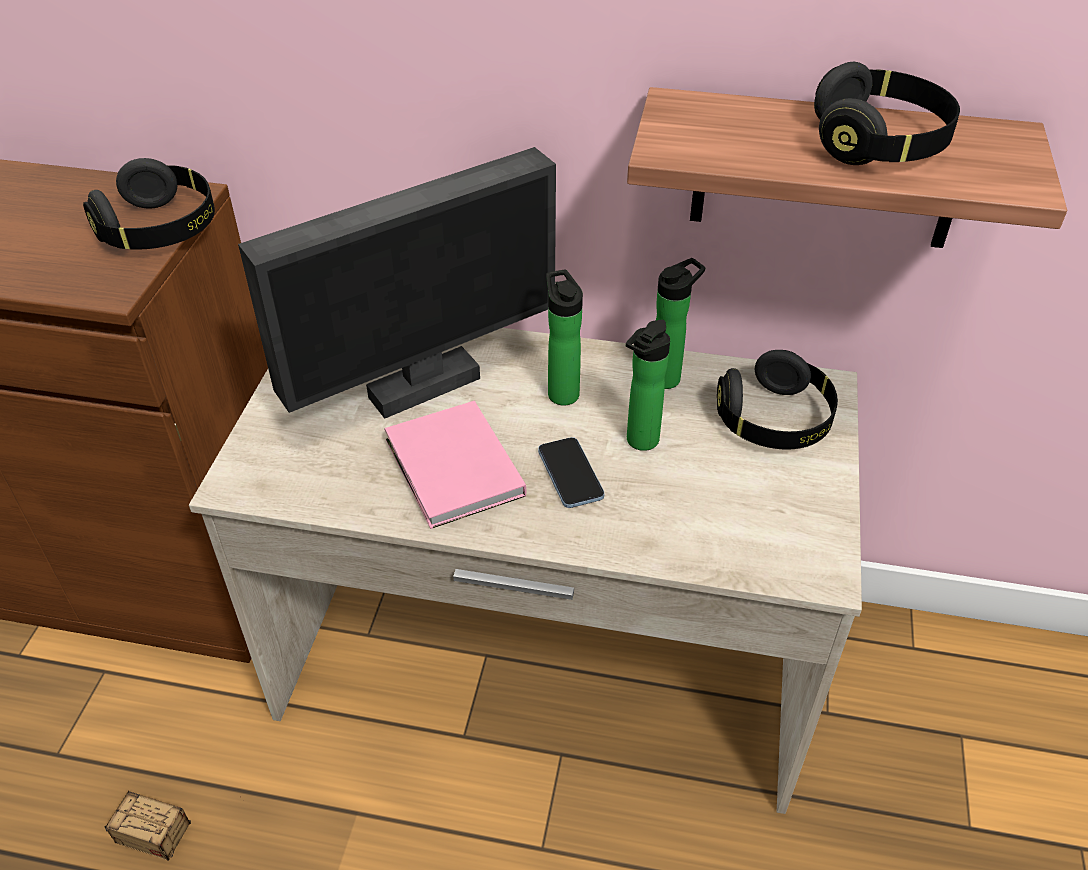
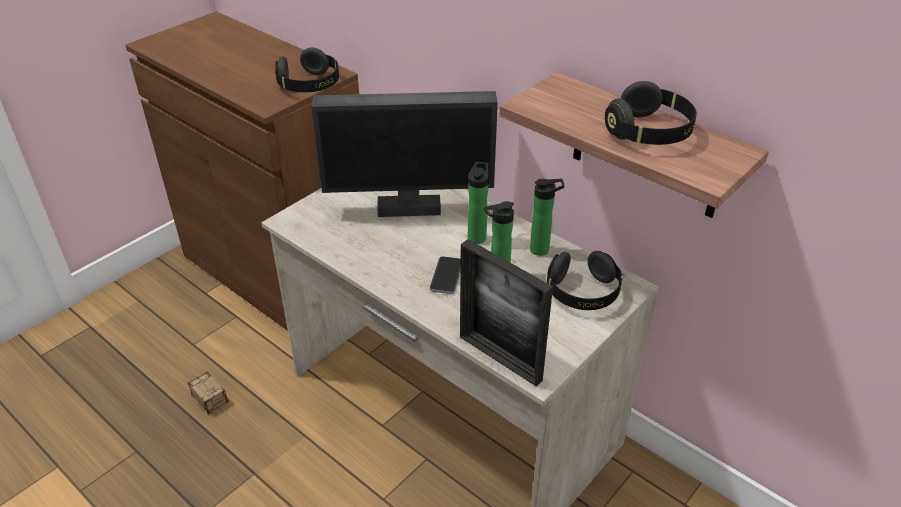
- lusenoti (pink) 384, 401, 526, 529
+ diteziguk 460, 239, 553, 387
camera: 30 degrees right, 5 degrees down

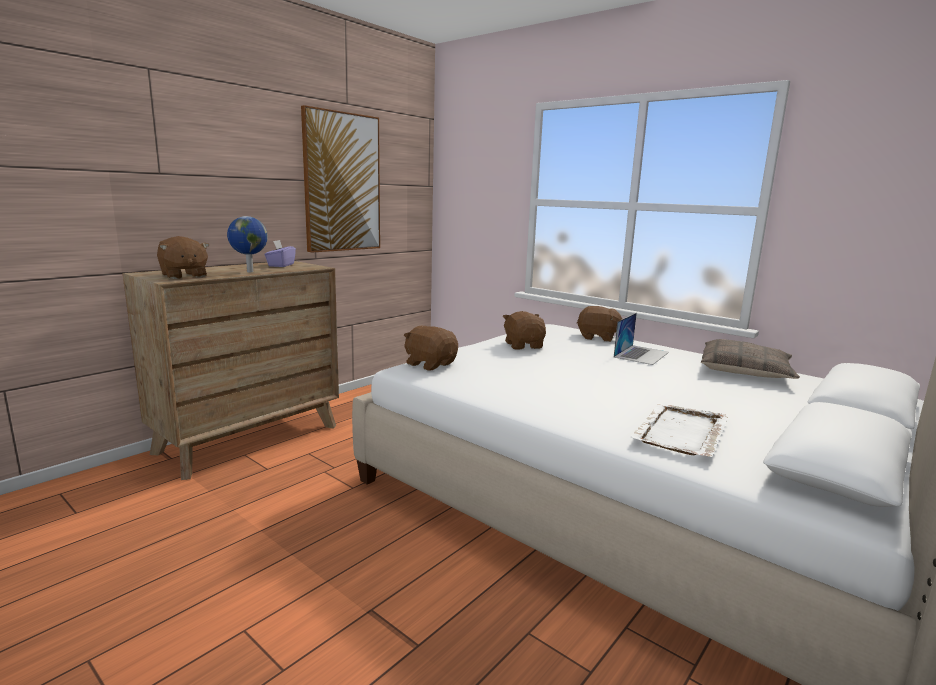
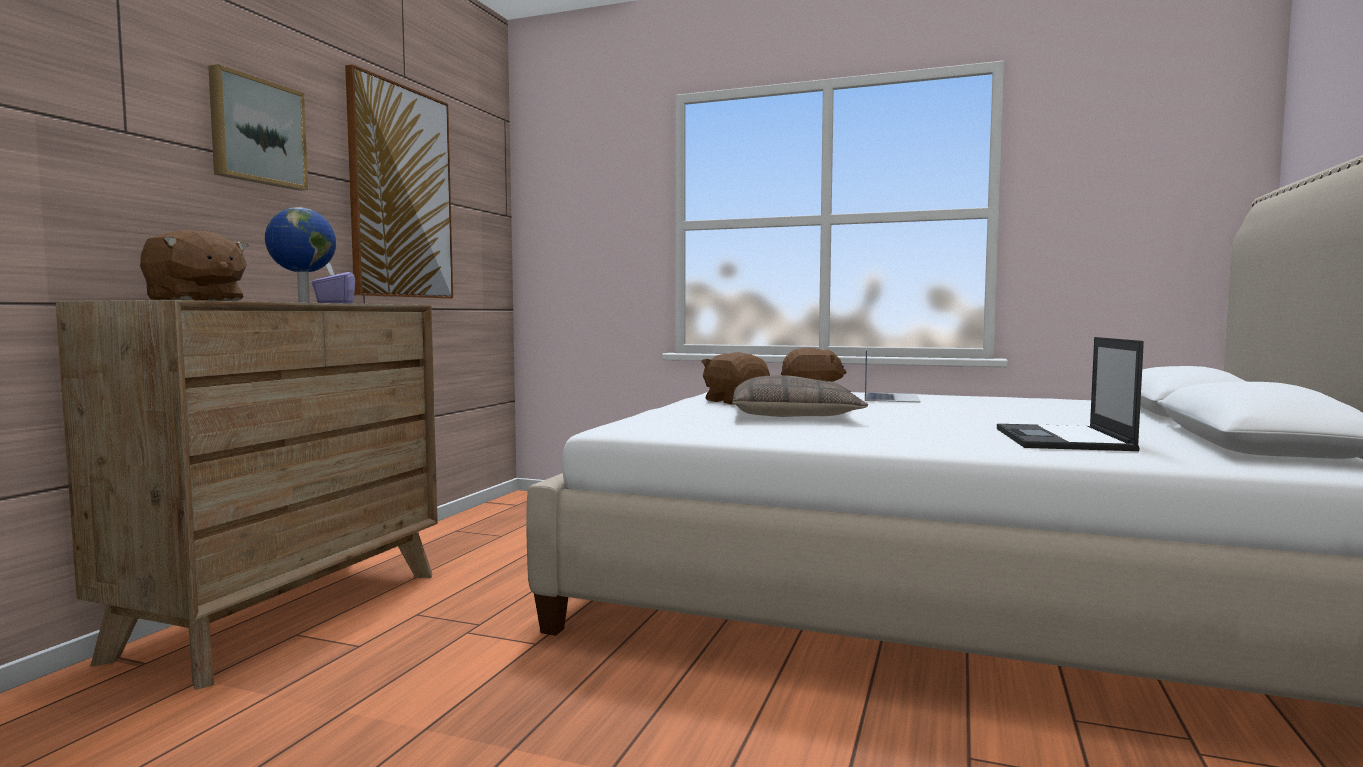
- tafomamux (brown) 404, 326, 458, 371
+ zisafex 208, 64, 308, 191
~ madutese 701, 339, 800, 379 to 732, 375, 868, 417
~ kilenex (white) 630, 403, 729, 457 to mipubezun 997, 337, 1144, 451
camera: 20 degrees left, 10 degrees down

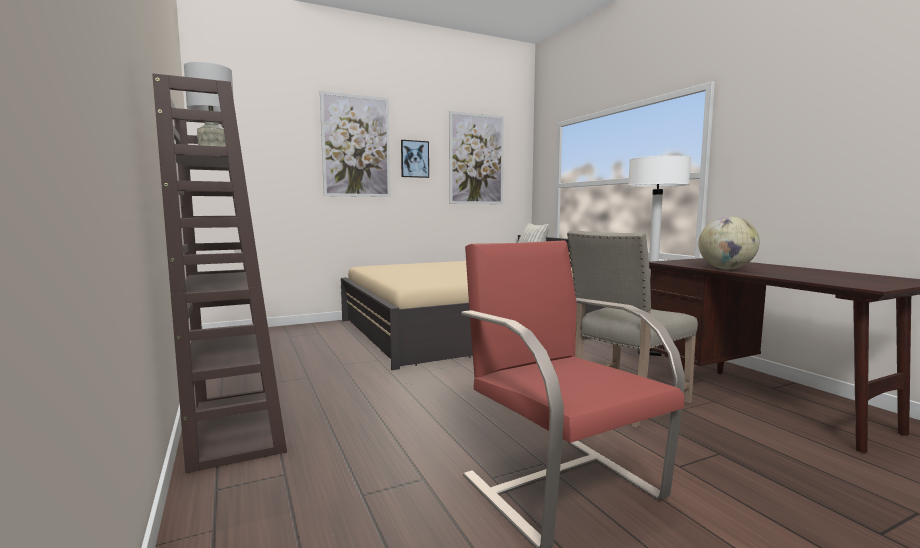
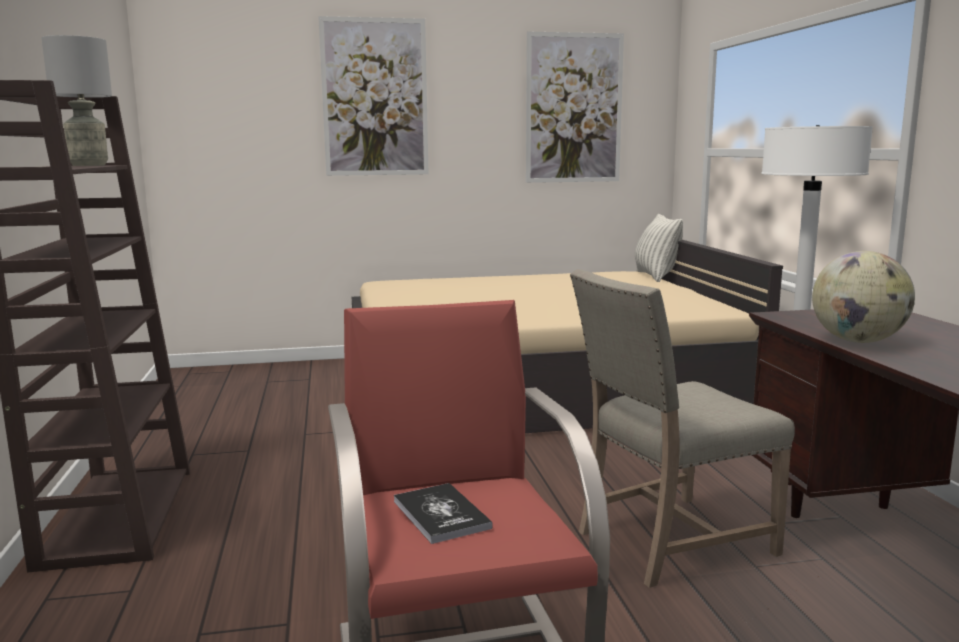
- zisafex 401, 140, 429, 178
+ lusenoti 394, 483, 493, 544
camera: 15 degrees right, 5 degrees up

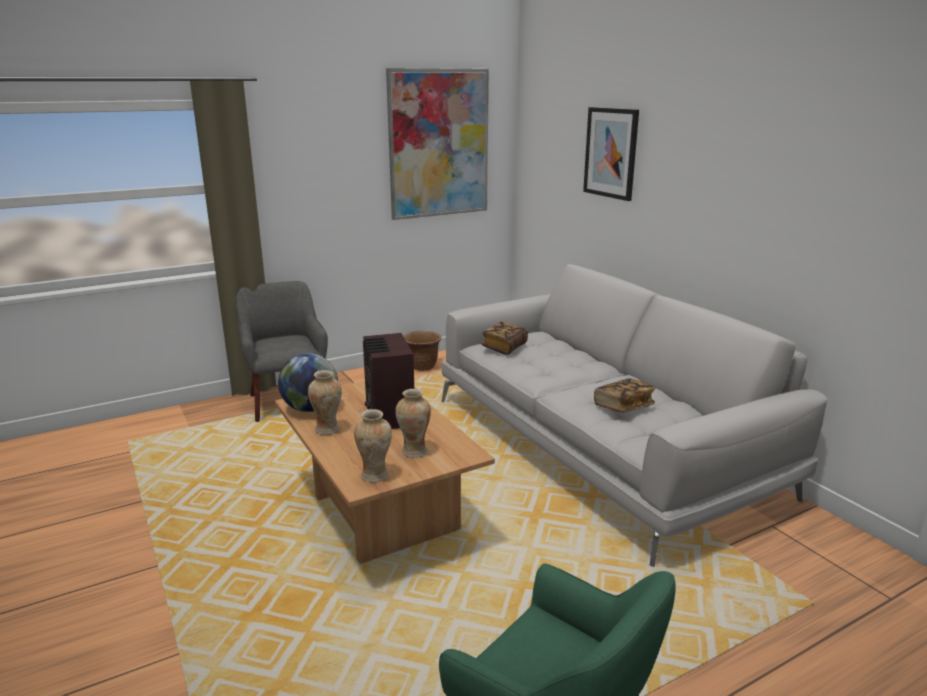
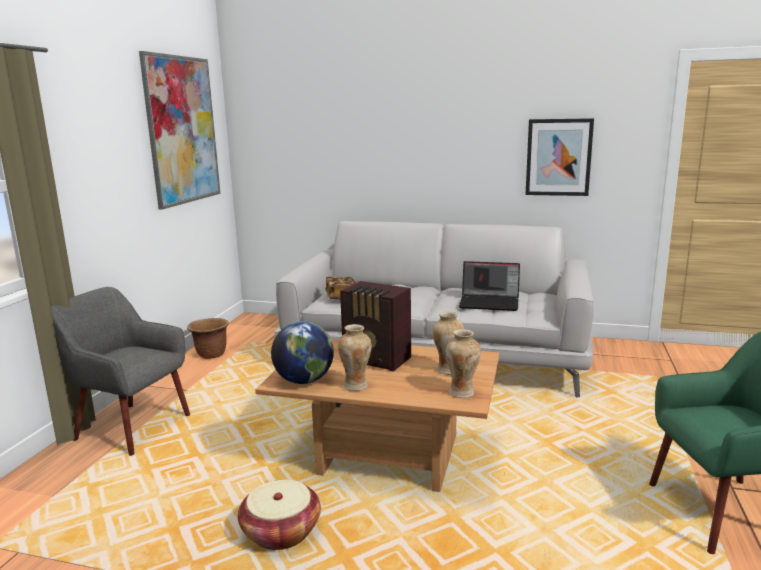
+ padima 238, 480, 321, 550
~ zisafex 583, 107, 639, 201 to 525, 118, 594, 196
~ lusenoti 594, 378, 656, 413 to mipubezun 459, 261, 520, 311
camera: 45 degrees left, 5 degrees down

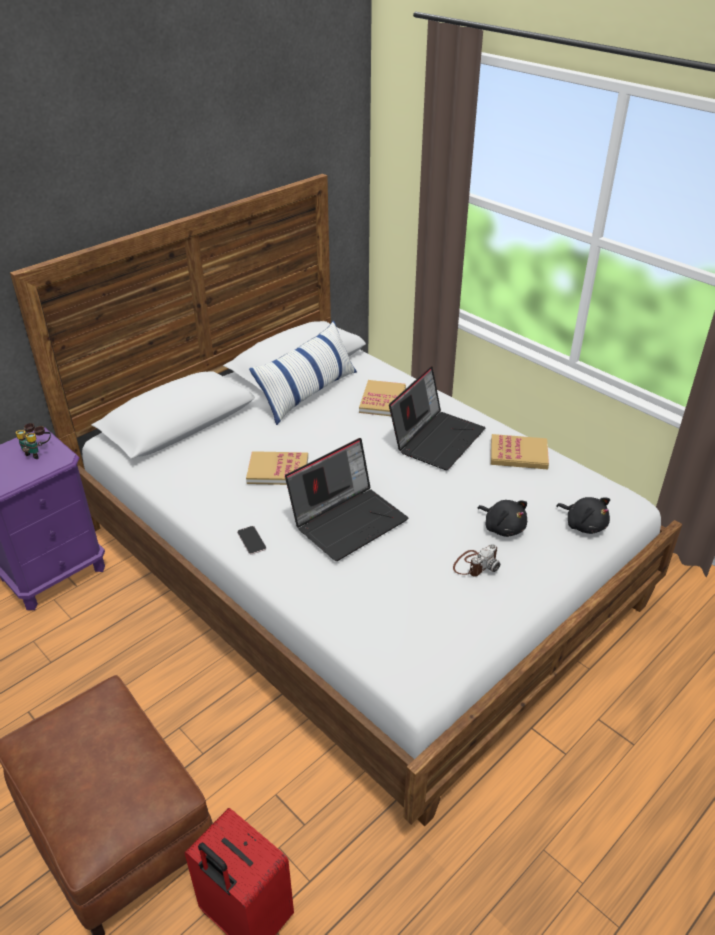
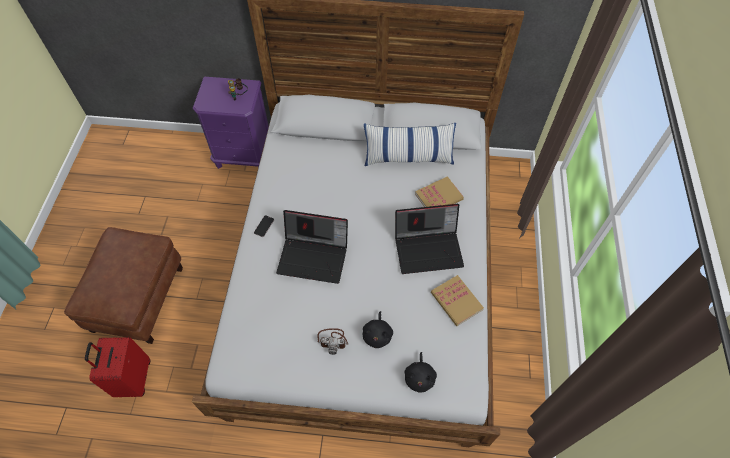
- lusenoti 246, 451, 308, 485
camera: 50 degrees right, 20 degrees up

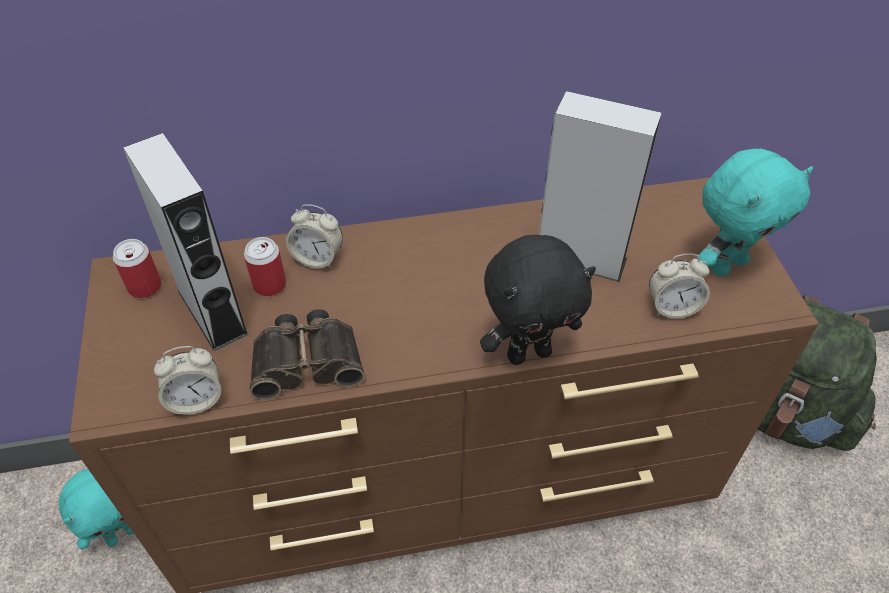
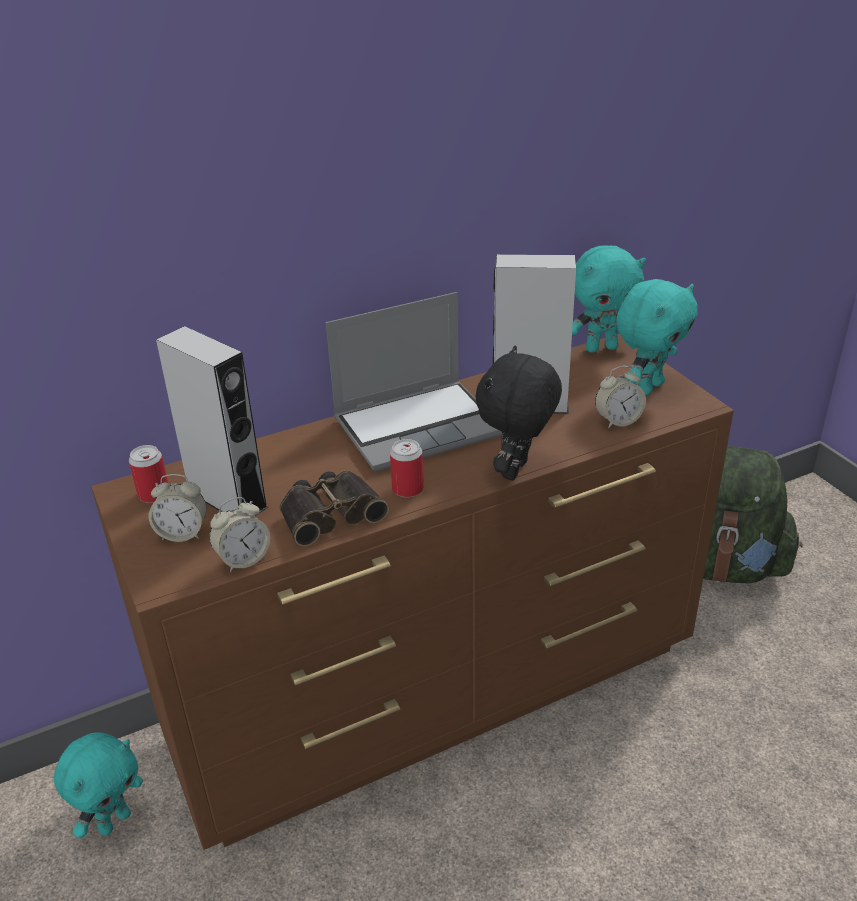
+ mipubezun 326, 292, 502, 472
+ tafomamux (turquoise) 572, 245, 646, 353
~ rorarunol 244, 237, 286, 296 to 390, 439, 424, 498
~ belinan 286, 204, 343, 269 to 148, 474, 207, 542
~ tafomamux (black) 480, 235, 596, 365 = 475, 346, 562, 480 150 degrees clockwise
camera: 15 degrees left, 15 degrees down

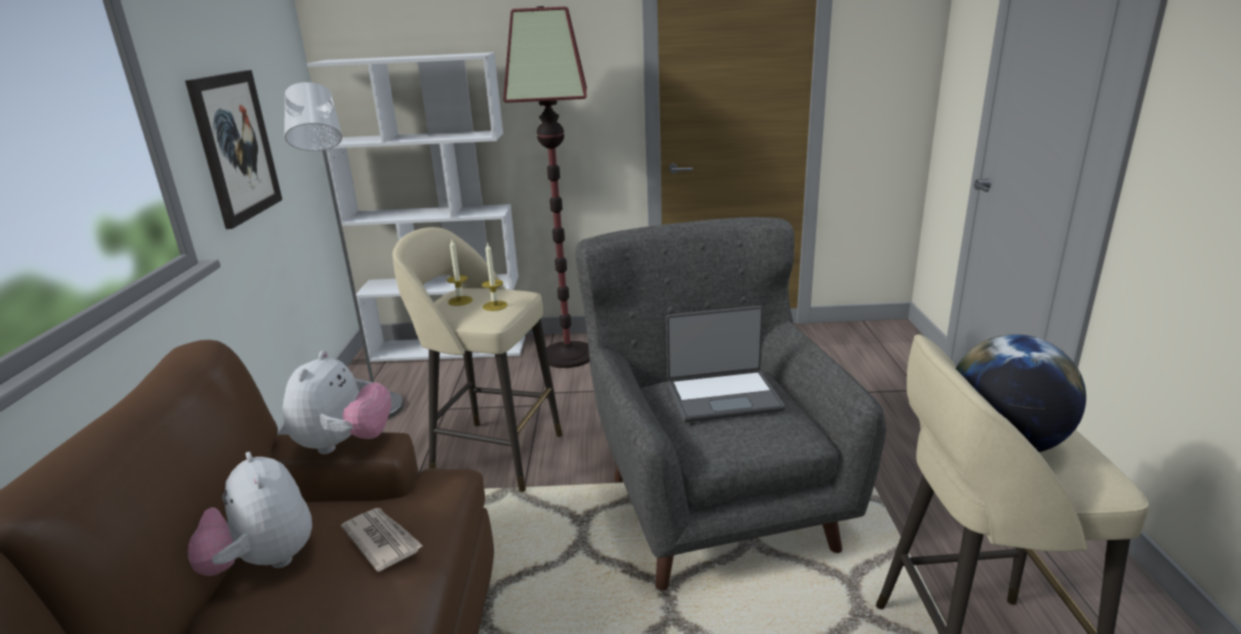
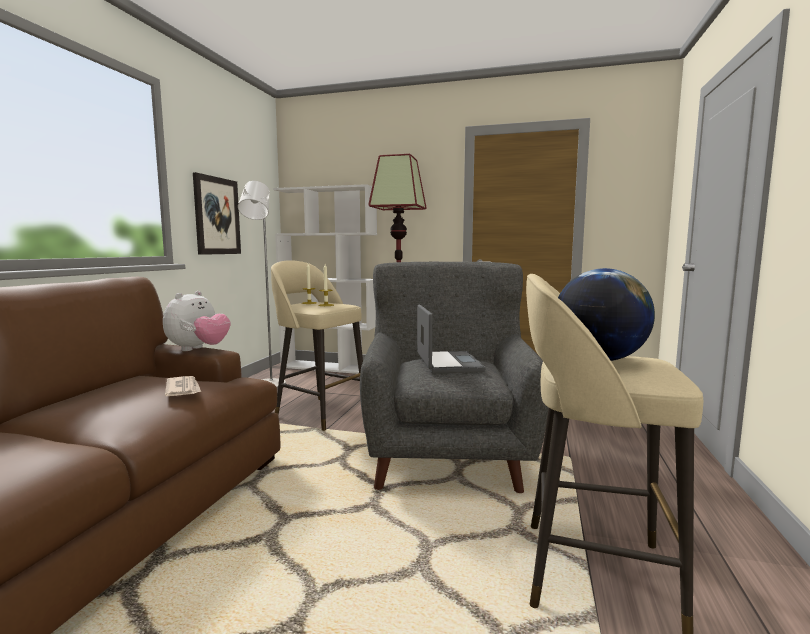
- tafomamux 188, 452, 312, 576
~ mipubezun 666, 306, 785, 423 = 417, 305, 486, 374 105 degrees counterclockwise
camera: 15 degrees right, 15 degrees down

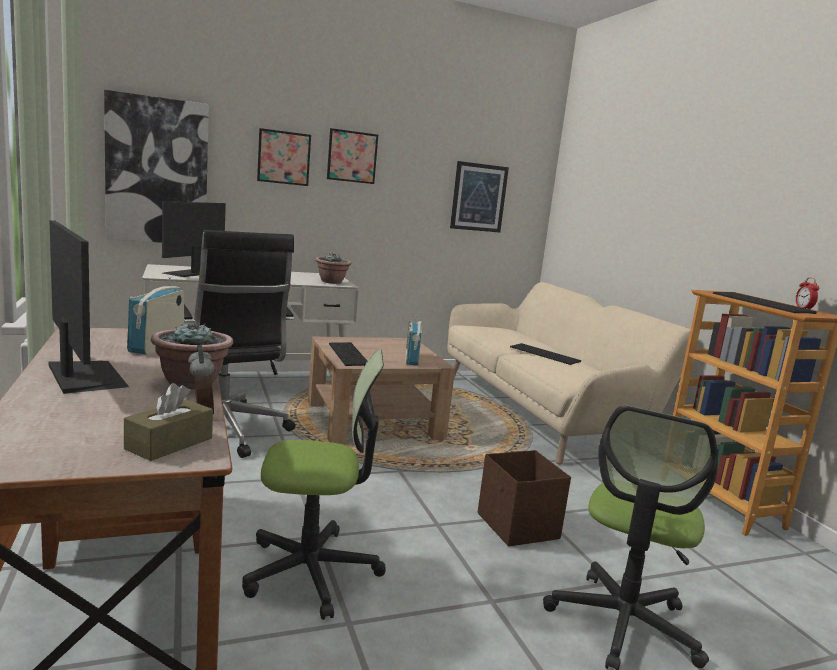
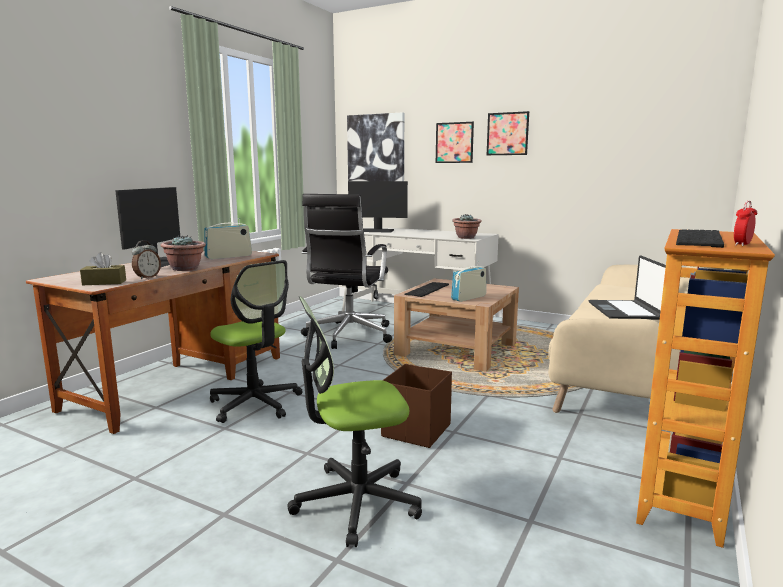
- zisafex 450, 161, 509, 232
~ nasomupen 510, 343, 581, 365 to mipubezun 589, 255, 666, 320
~ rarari 162, 201, 226, 277 = 348, 181, 408, 233 150 degrees counterclockwise
camera: 50 degrees right, 0 degrees up

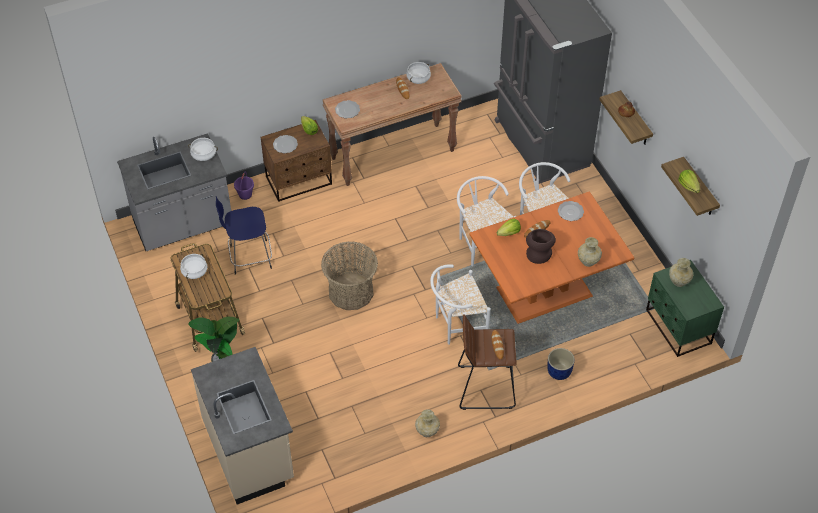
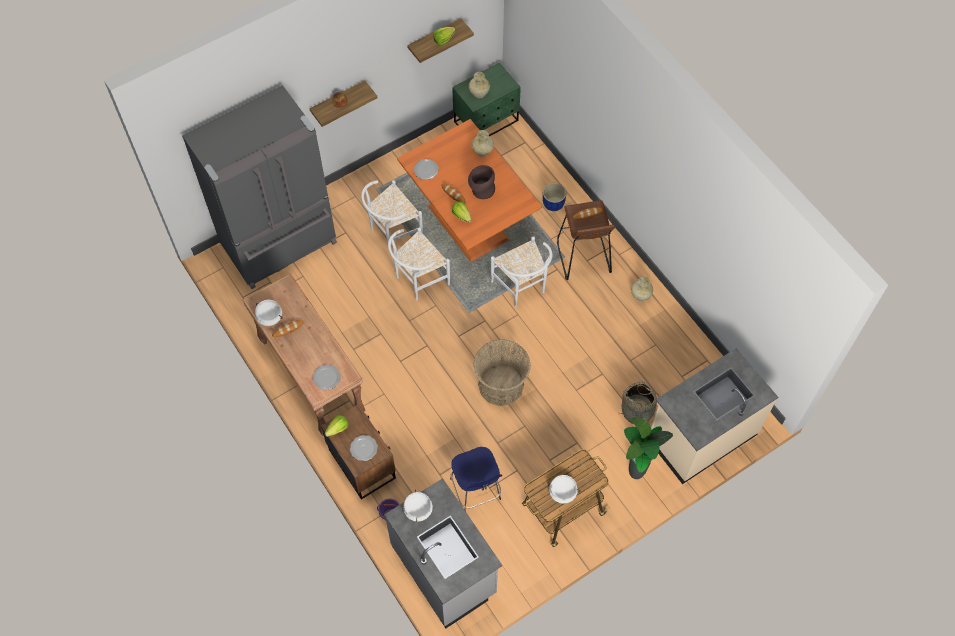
+ padima 618, 382, 660, 424
camera: 100 degrees left, 10 degrees up

